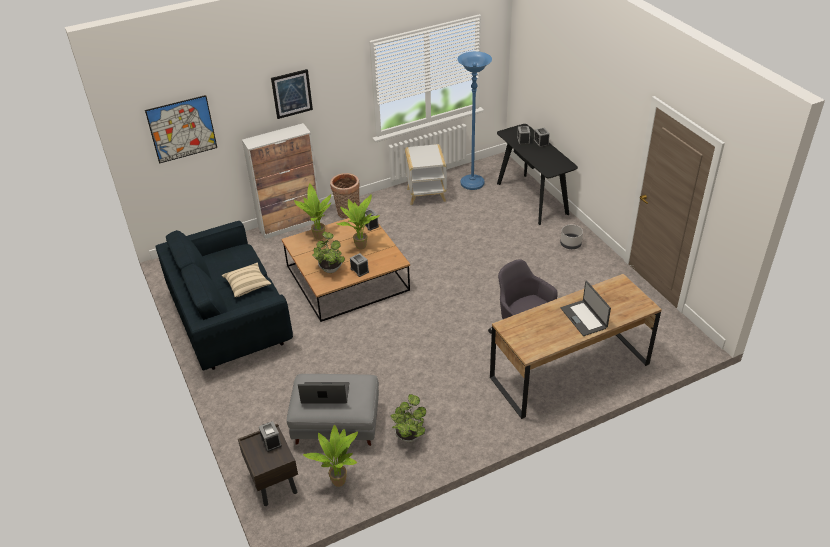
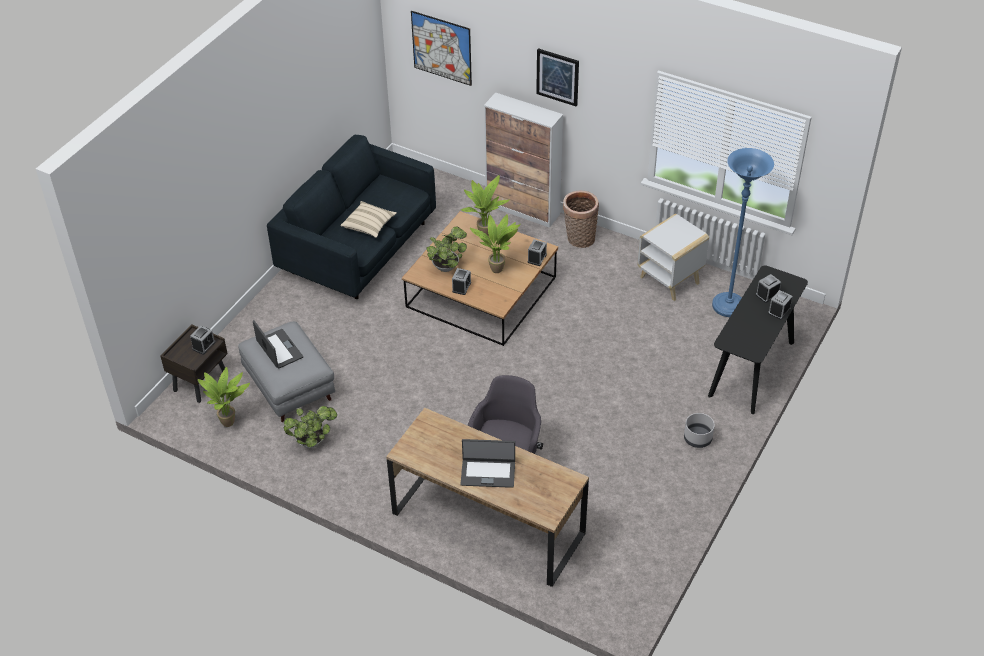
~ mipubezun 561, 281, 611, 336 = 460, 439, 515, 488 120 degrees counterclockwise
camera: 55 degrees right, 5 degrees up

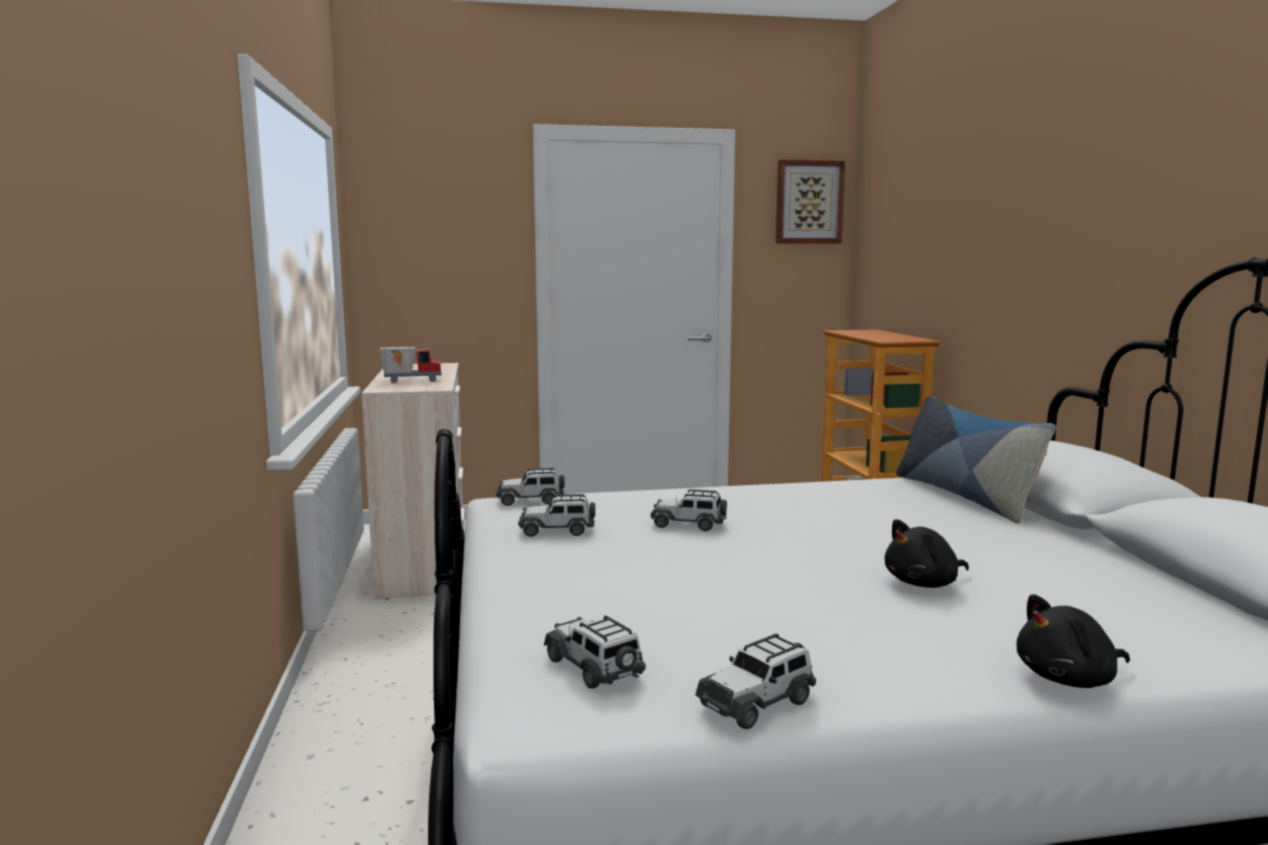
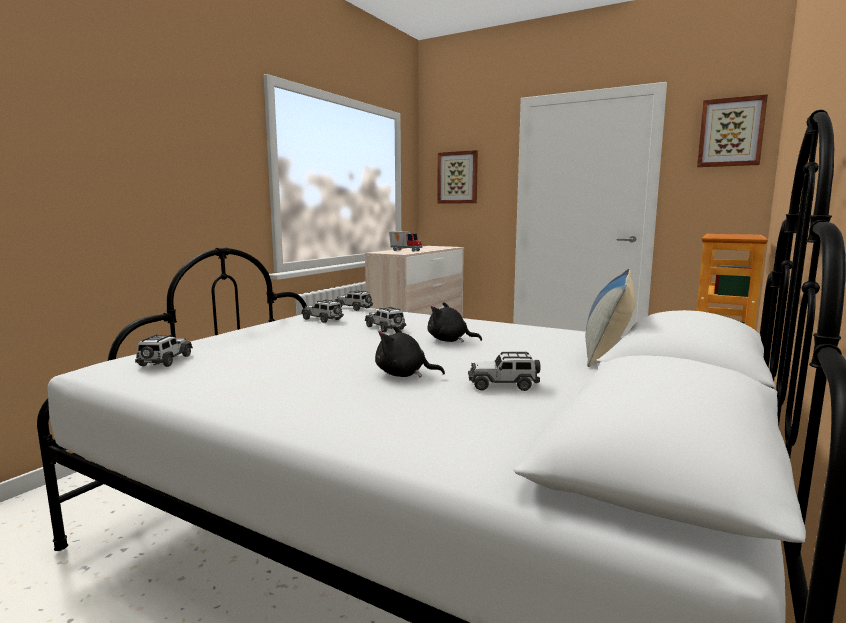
+ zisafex 437, 150, 478, 204
~ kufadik 695, 634, 816, 729 to 468, 352, 541, 391
~ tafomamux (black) 1016, 594, 1130, 688 to 428, 302, 482, 342
camera: 40 degrees right, 0 degrees up

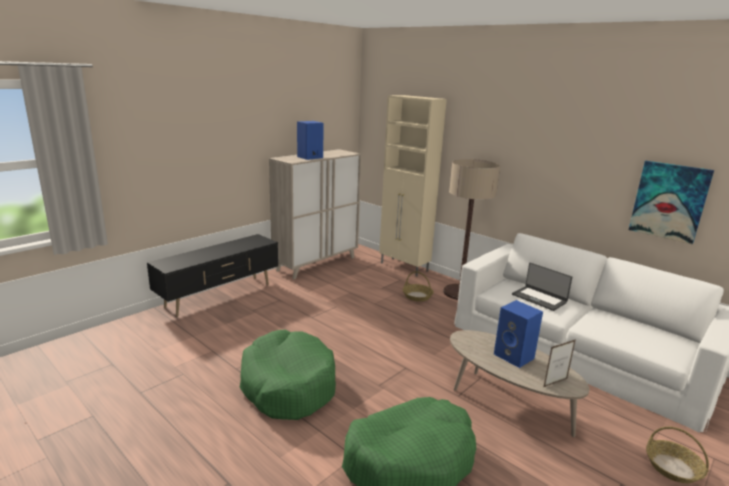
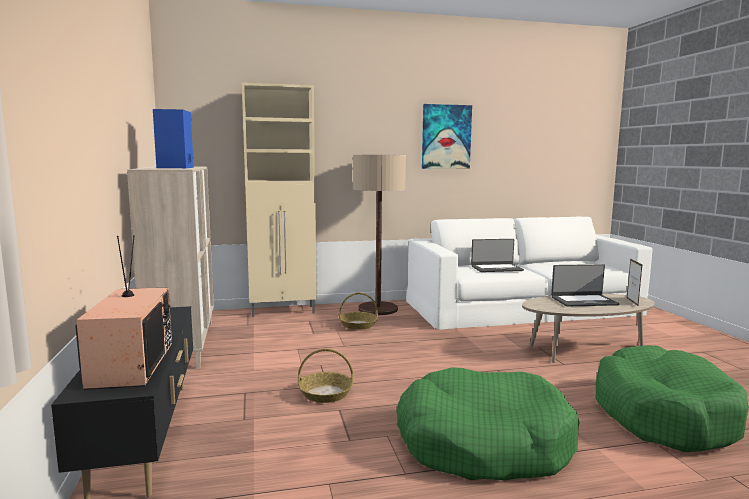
+ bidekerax 75, 235, 172, 390
~ zisafex 629, 161, 714, 244 to 422, 104, 472, 169
~ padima 646, 426, 709, 483 to 298, 349, 353, 403
~ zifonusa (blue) 494, 300, 543, 368 to mipubezun 551, 264, 619, 307
camera: 55 degrees left, 10 degrees down

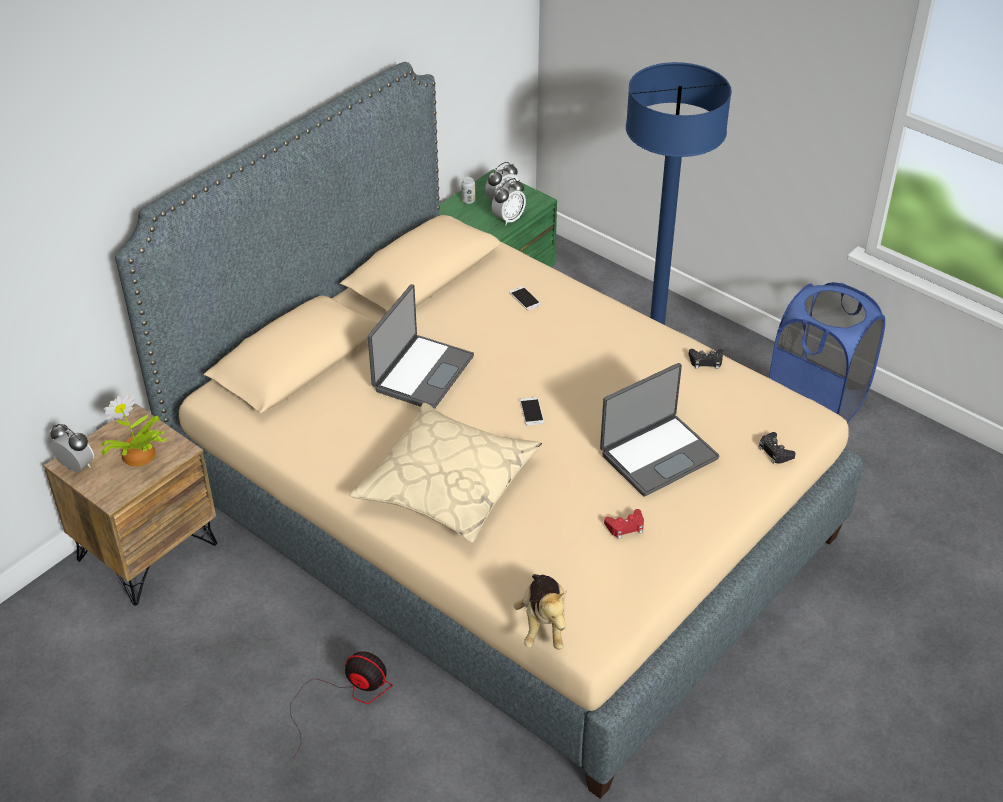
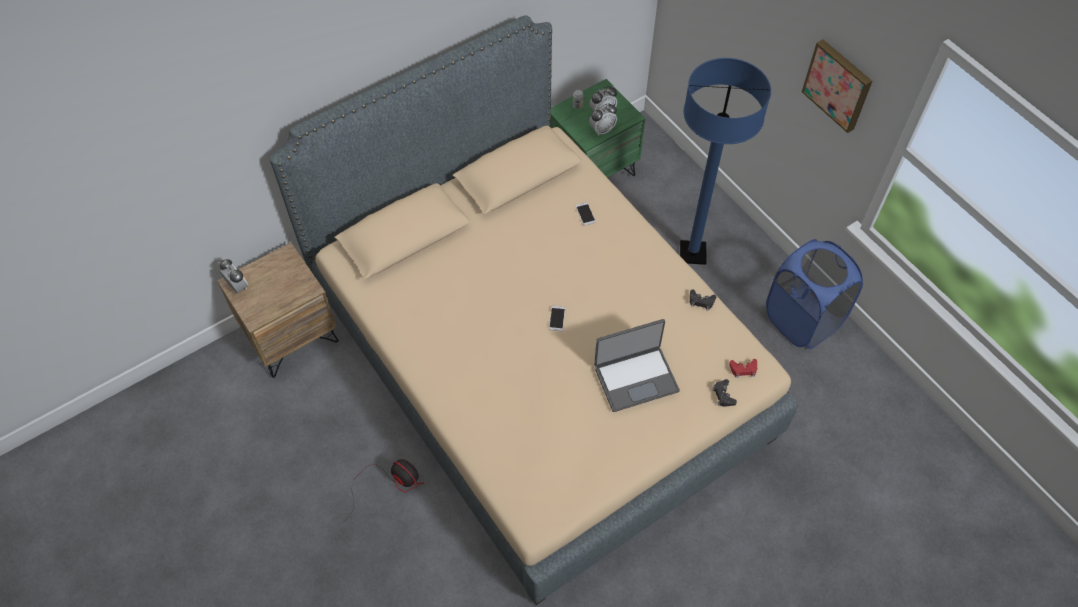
- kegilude 100, 394, 167, 467
- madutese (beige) 349, 403, 542, 543
- mipubezun 368, 284, 474, 409
- tafomamux 514, 574, 567, 650
+ zisafex 802, 39, 872, 133
~ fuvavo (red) 604, 509, 644, 539 to 729, 359, 757, 378
camera: 15 degrees right, 15 degrees up

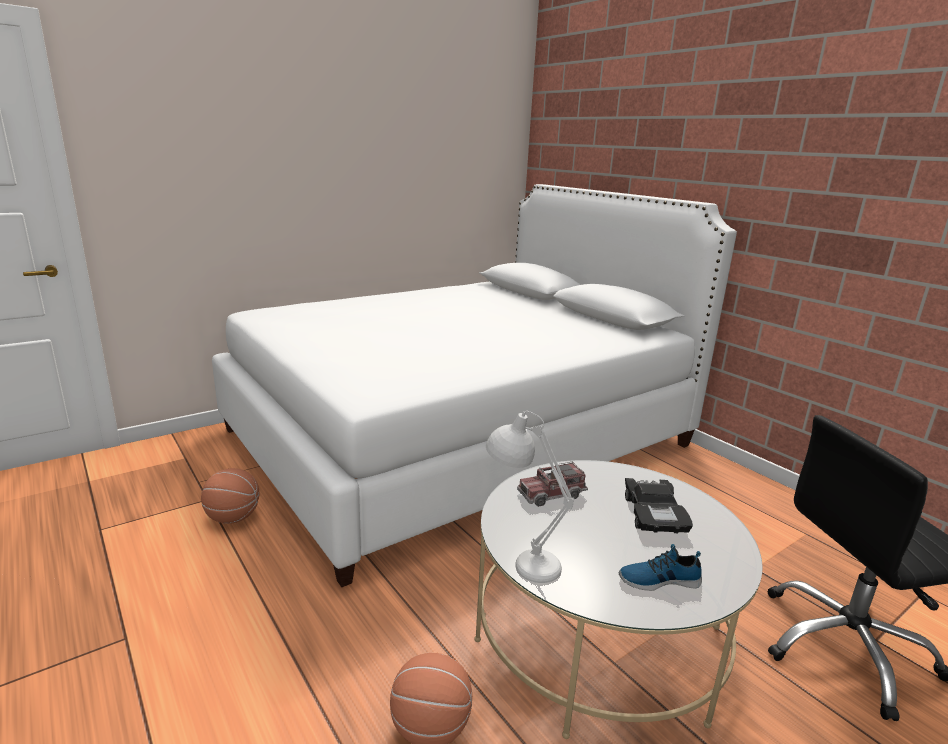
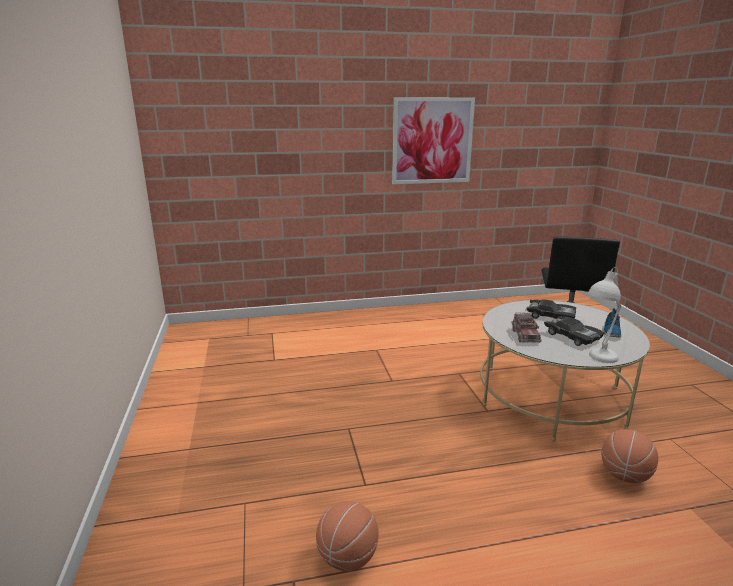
- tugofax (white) 212, 184, 737, 587
+ zisafex 392, 97, 475, 184
+ kufadik (black) 544, 316, 604, 346
camera: 65 degrees left, 0 degrees up

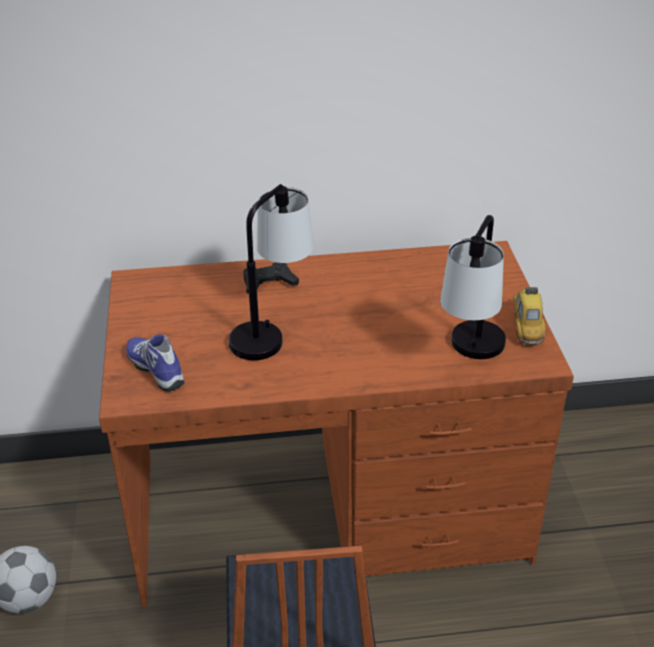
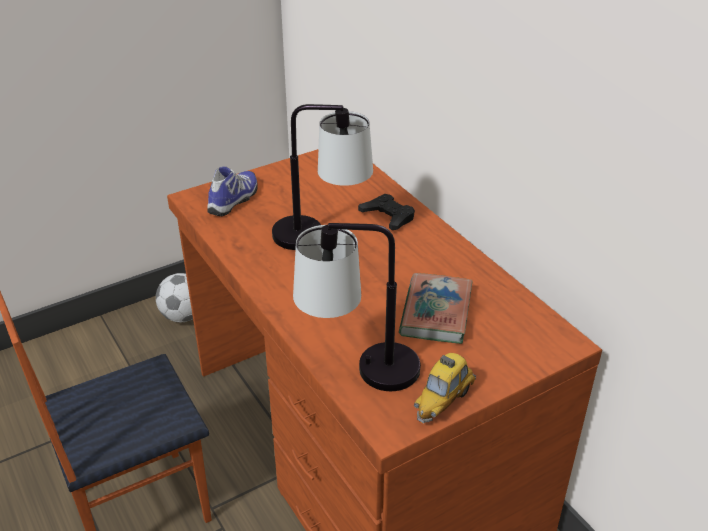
+ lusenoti 399, 273, 473, 344
~ kufadik 513, 284, 545, 346 = 414, 353, 476, 423 150 degrees clockwise
camera: 65 degrees right, 0 degrees up

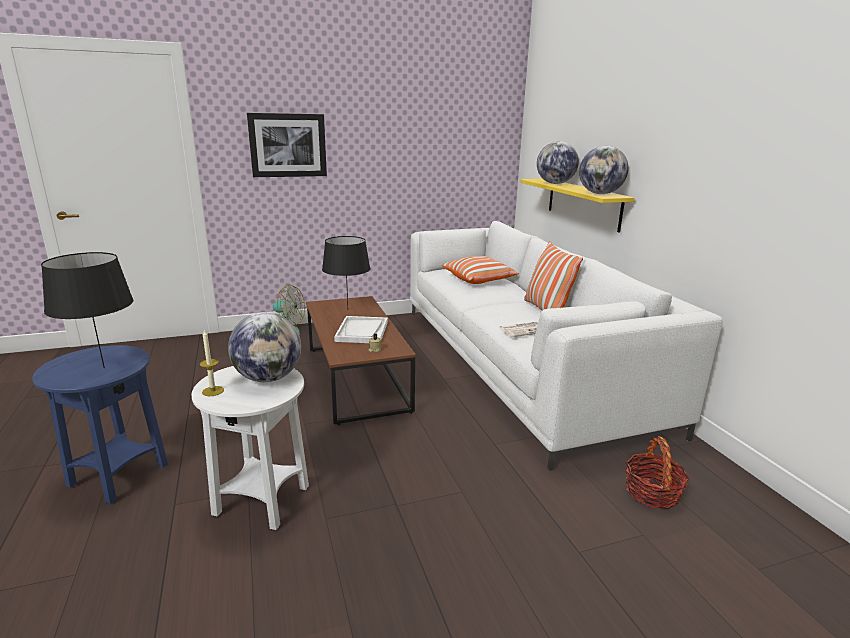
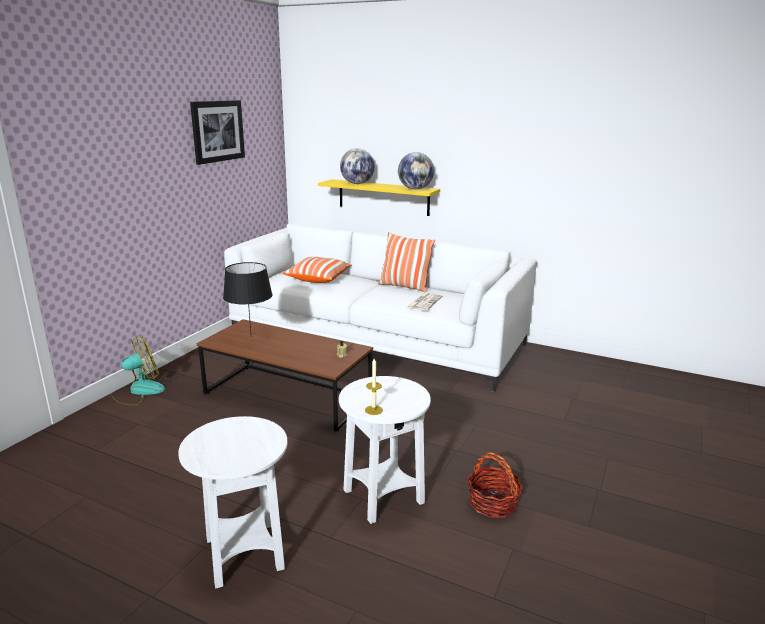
- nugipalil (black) 41, 252, 133, 368
- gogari 228, 312, 301, 382
- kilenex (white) 334, 316, 388, 343
~ zisafex 247, 113, 327, 177 to 190, 100, 245, 165
~ padima 625, 436, 690, 509 to 467, 452, 523, 518
~ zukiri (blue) 32, 345, 168, 504 to zukiri (white) 178, 416, 288, 589
camera: 45 degrees left, 0 degrees up

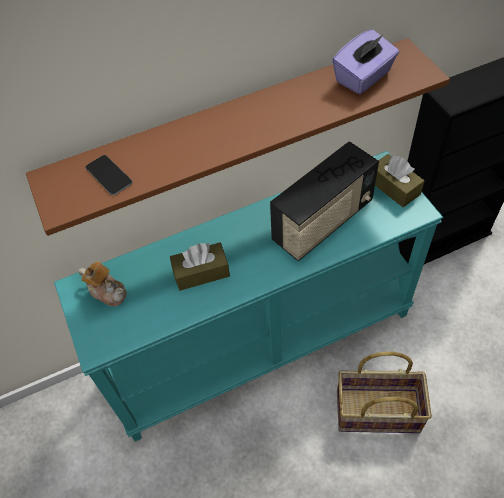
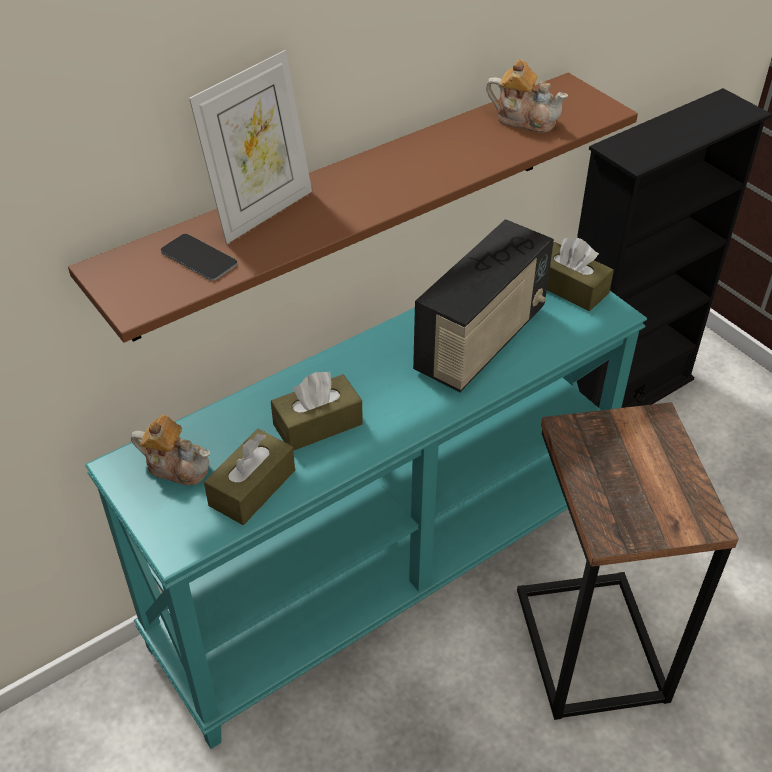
+ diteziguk 189, 50, 312, 244
+ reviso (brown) 204, 429, 295, 525
~ reviso (purple) 332, 29, 399, 94 to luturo 486, 59, 568, 132
~ padima 337, 352, 432, 433 to zukiri 517, 402, 739, 720
camera: 15 degrees left, 10 degrees down

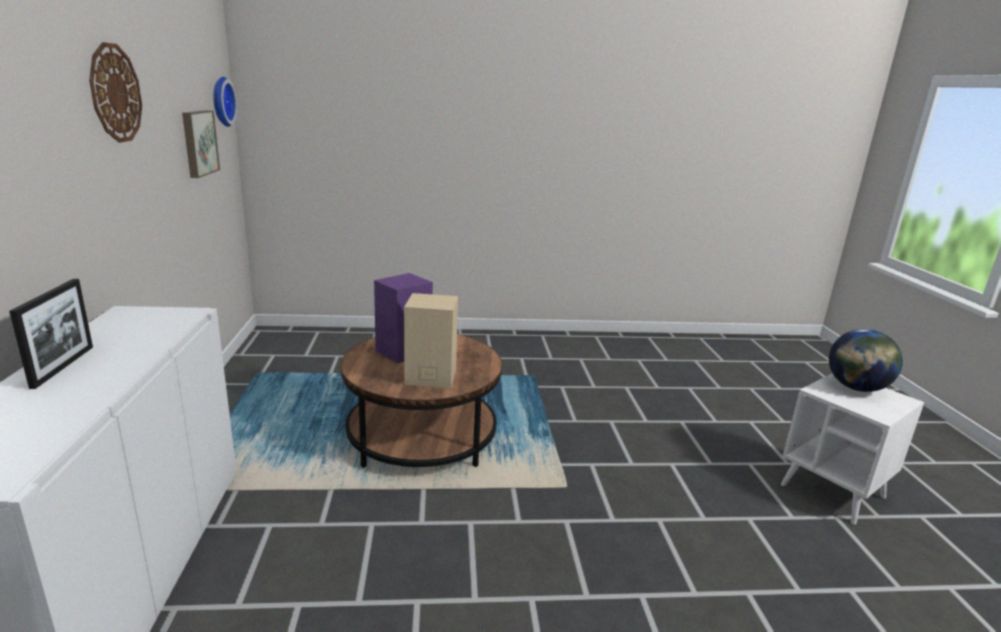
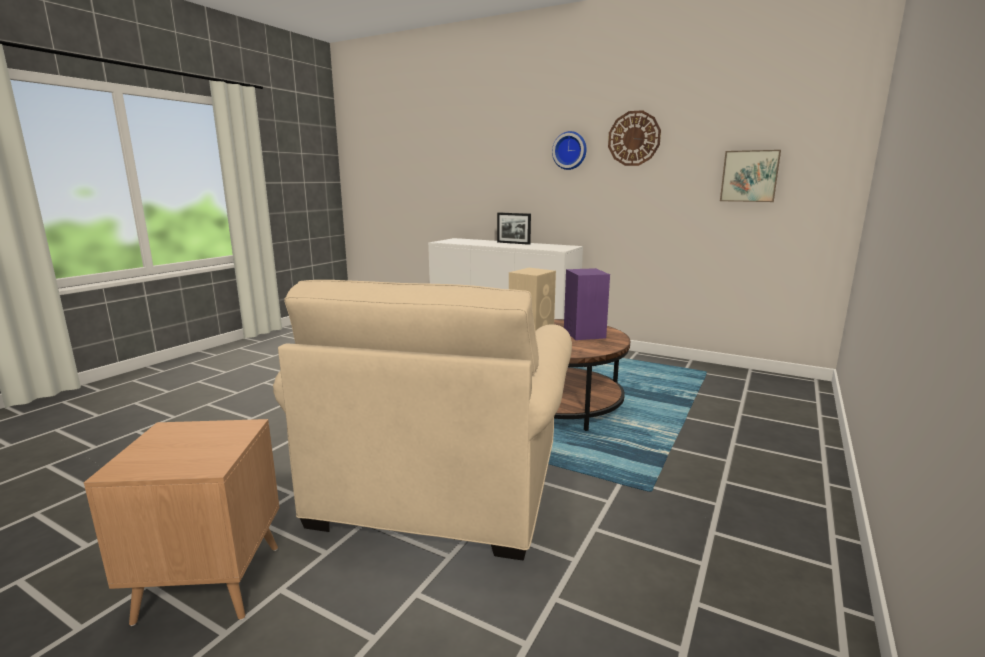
- gogari 829, 329, 903, 392
+ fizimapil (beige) 273, 280, 572, 560
~ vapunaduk 213, 77, 237, 127 to 552, 131, 586, 170
~ zukiri (white) 781, 373, 924, 525 to zukiri (brown) 84, 419, 280, 626
camera: 125 degrees right, 5 degrees down

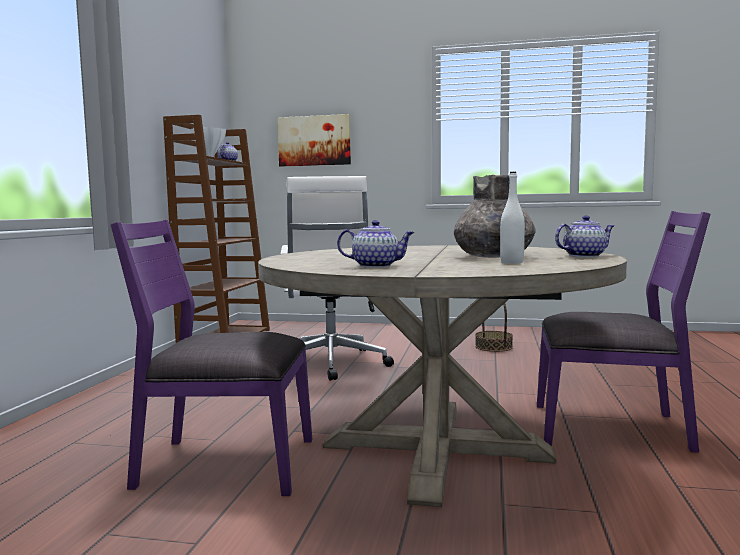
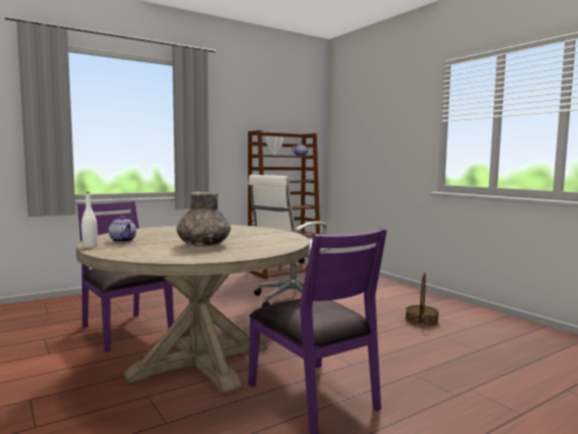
- zisafex 277, 114, 351, 167
- luturo 555, 215, 614, 257
~ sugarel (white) 500, 172, 525, 264 to 81, 192, 98, 248
camera: 45 degrees right, 0 degrees up

